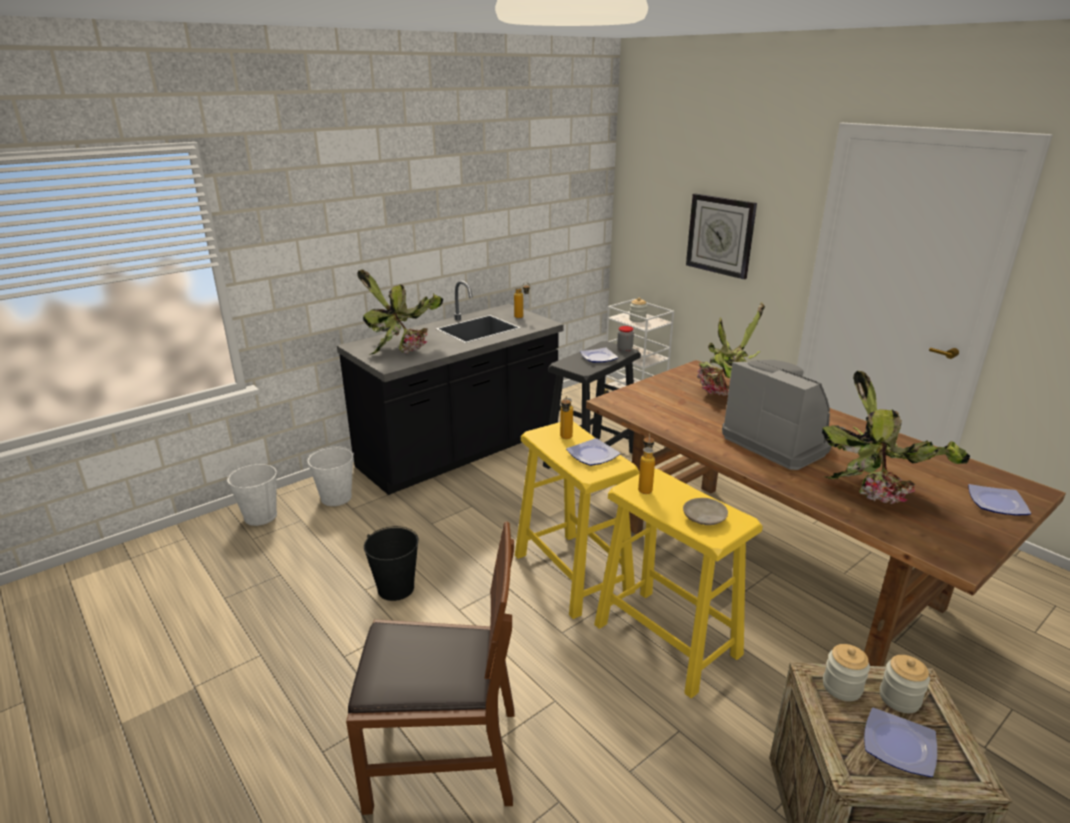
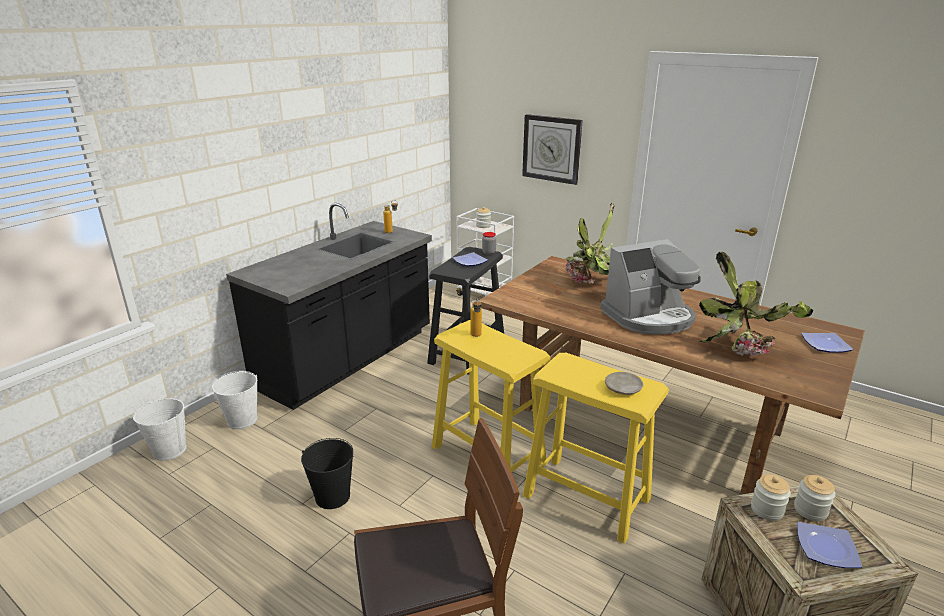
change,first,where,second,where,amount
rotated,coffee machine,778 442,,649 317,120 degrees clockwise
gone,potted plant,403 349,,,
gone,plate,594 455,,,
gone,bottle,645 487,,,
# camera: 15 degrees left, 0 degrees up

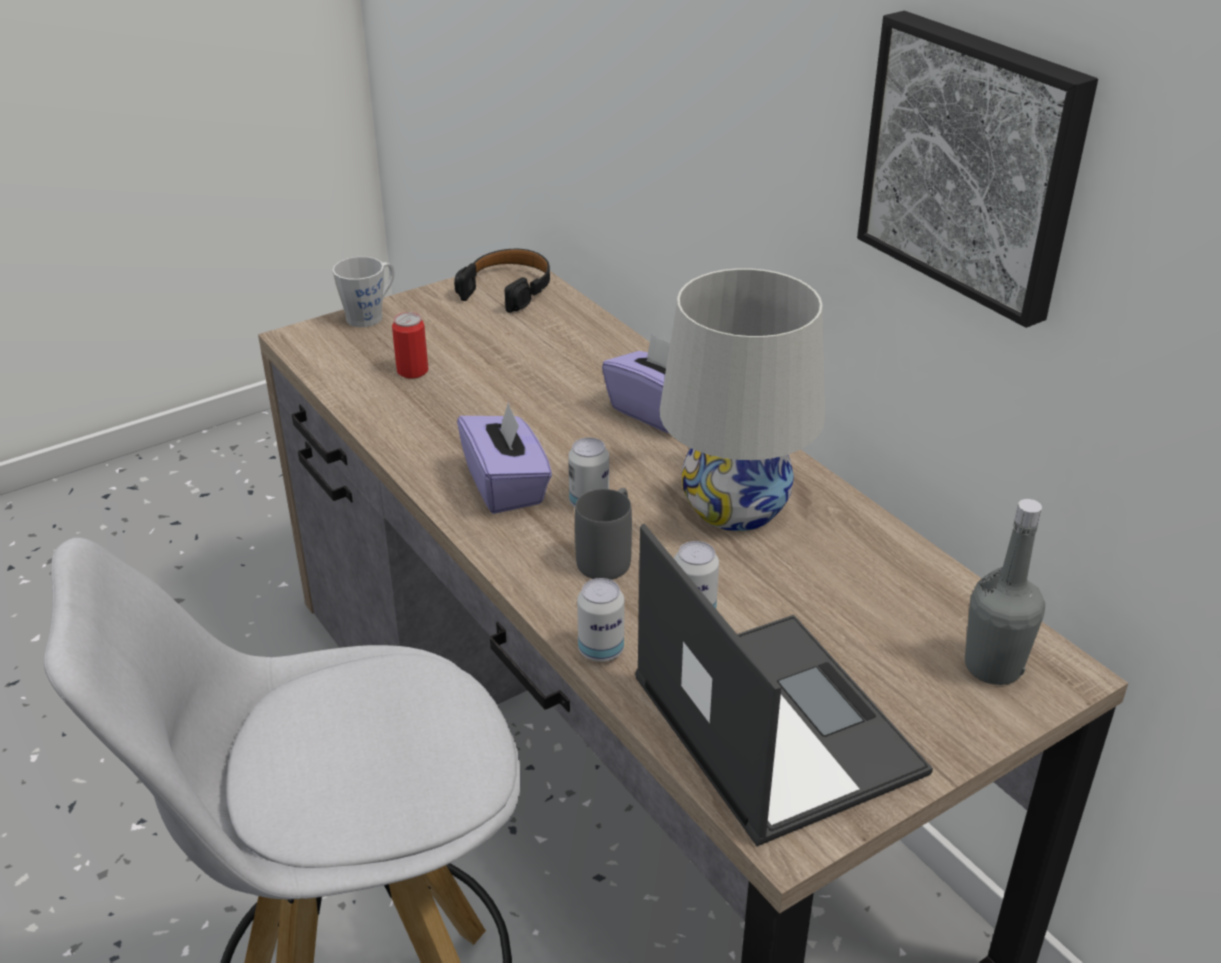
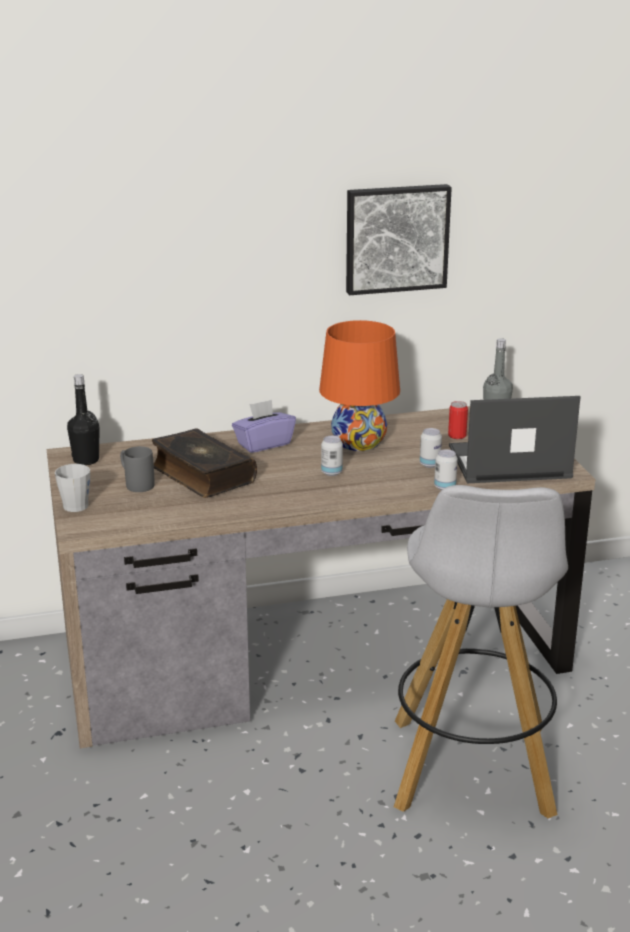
change,first,where,second,where,amount
swapped,black headphones,508 289,black bottle,86 460,
shifted,grey mug,609 555,,136 484,
new,,,book,201 475,
repainted,white table lamp,734 507,orange table lamp,358 442,
shifted,can,412 371,,457 435,
gone,purple tissue box,506 486,,,
# camera: 70 degrees left, 10 degrees down

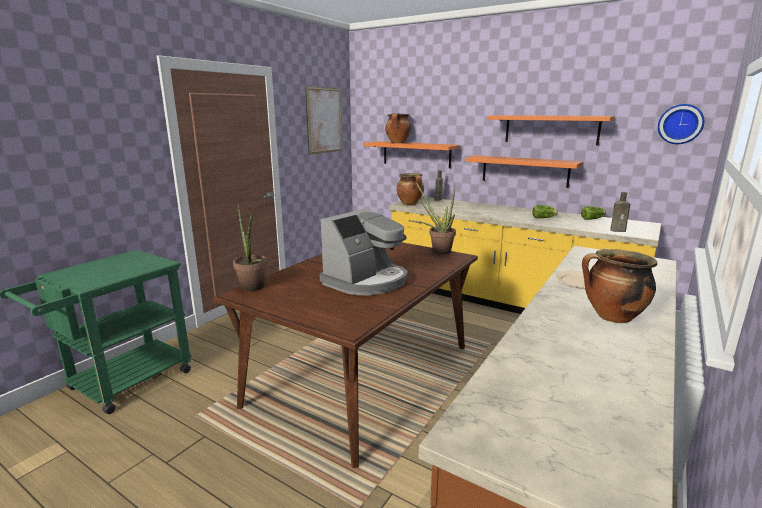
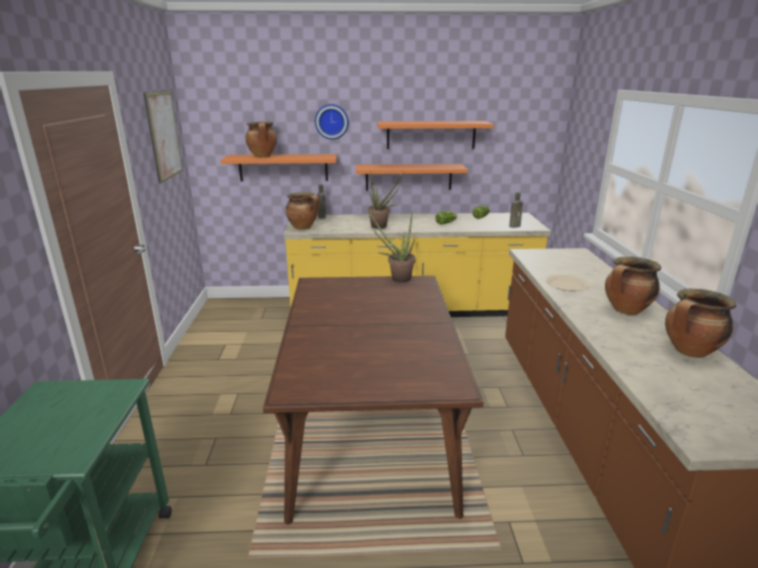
change,first,where,second,where,amount
shifted,wall clock,680 124,,331 121,
shifted,potted plant,253 288,,382 227,
new,,,cooking pot,690 352,
gone,coffee machine,366 281,,,
# camera: 35 degrees left, 5 degrees up

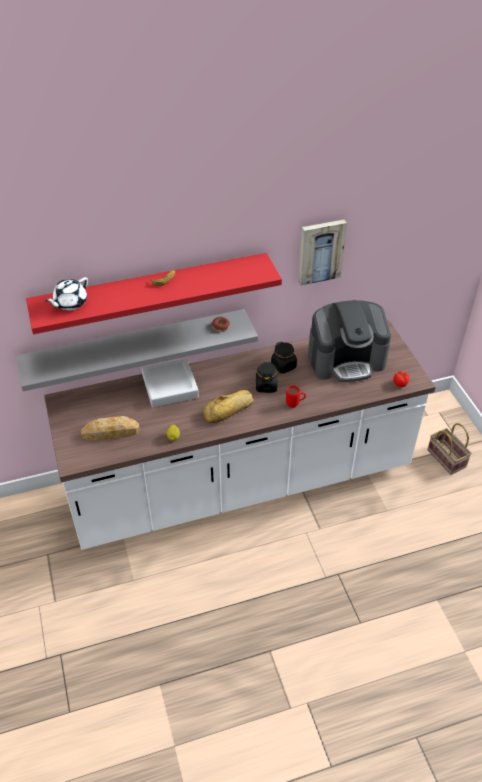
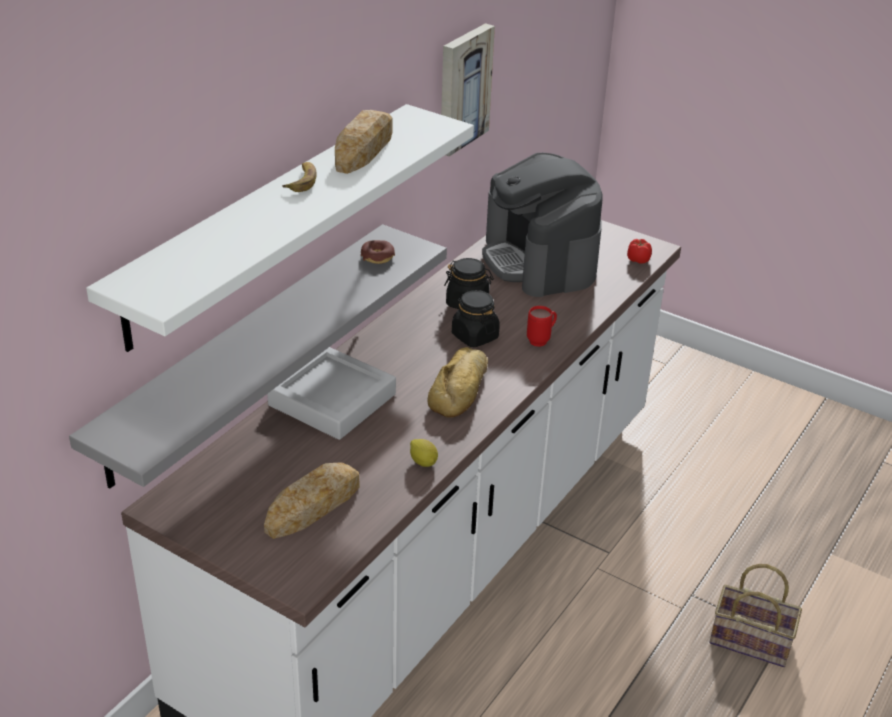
change,first,where,second,where,amount
repainted,red shelf,152 291,white shelf,270 220,
new,,,bread,363 149,
rotated,coffee machine,346 359,,539 261,120 degrees clockwise
shifted,basket,447 459,,752 641,
gone,white teapot,70 303,,,
# camera: 40 degrees left, 10 degrees down

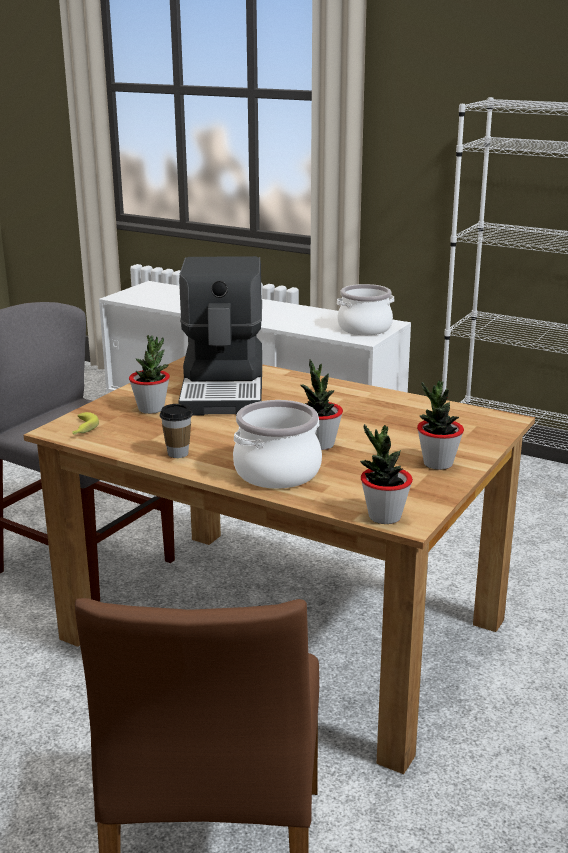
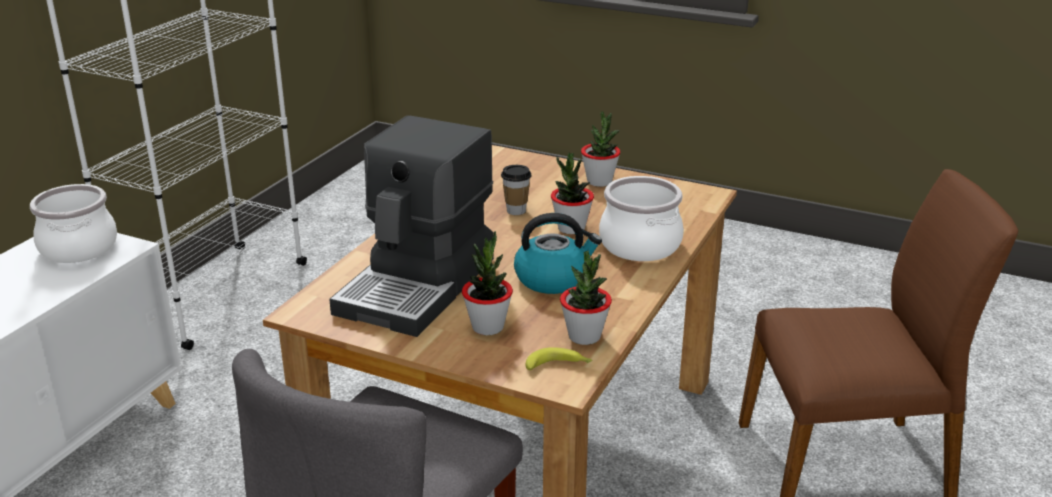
change,first,where,second,where,amount
rotated,coffee machine,225 389,,419 285,120 degrees clockwise
shifted,cup,178 453,,516 211,
new,,,kettle,553 278,
shifted,potted plant,384 517,,584 336,
# camera: 95 degrees left, 5 degrees up

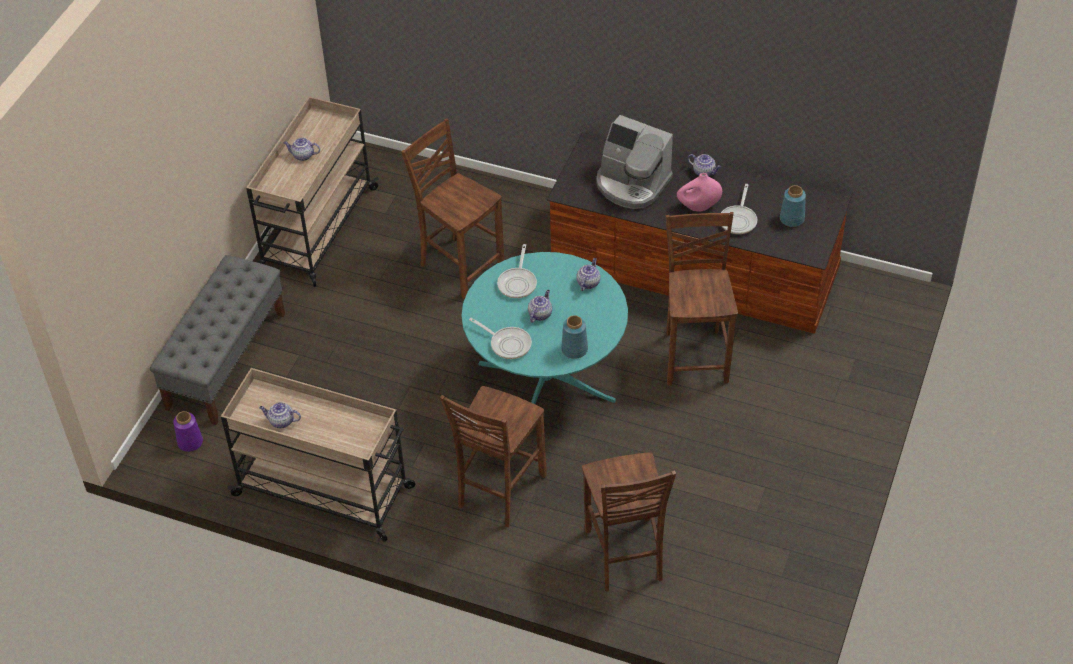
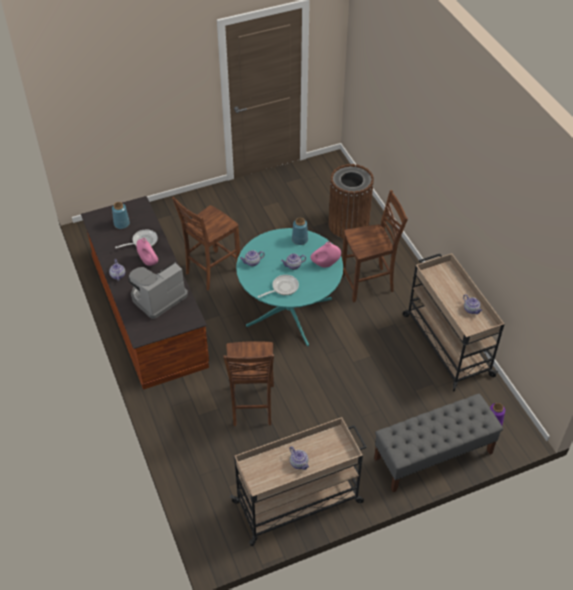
change,first,where,second,where,amount
rotated,coffee machine,632 184,,157 297,120 degrees counterclockwise
swapped,frying pan,508 344,pink vase,325 264,
swapped,brown chair,624 556,brown trash can,348 224,
# camera: 135 degrees left, 0 degrees up

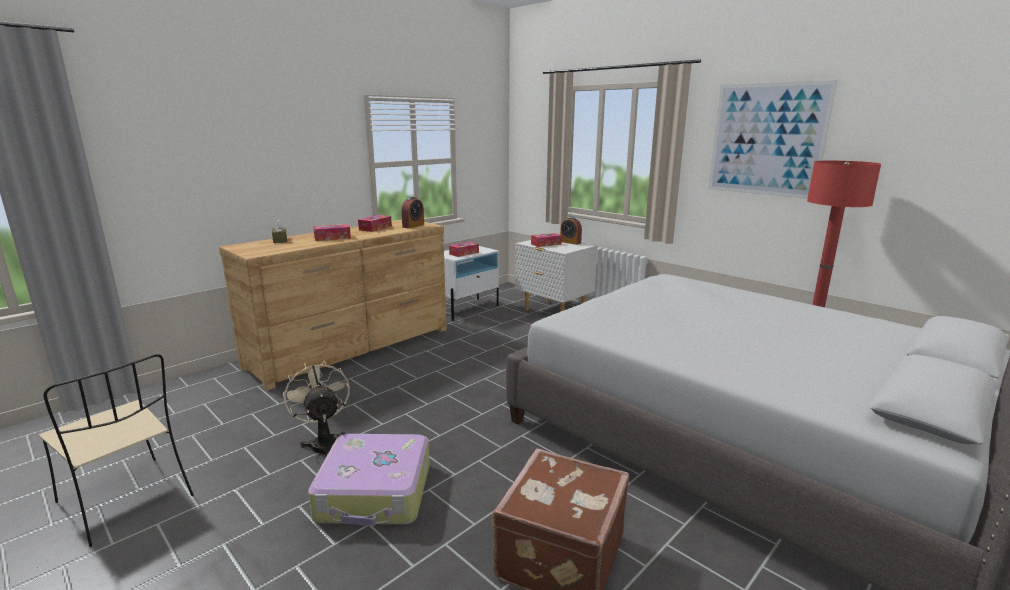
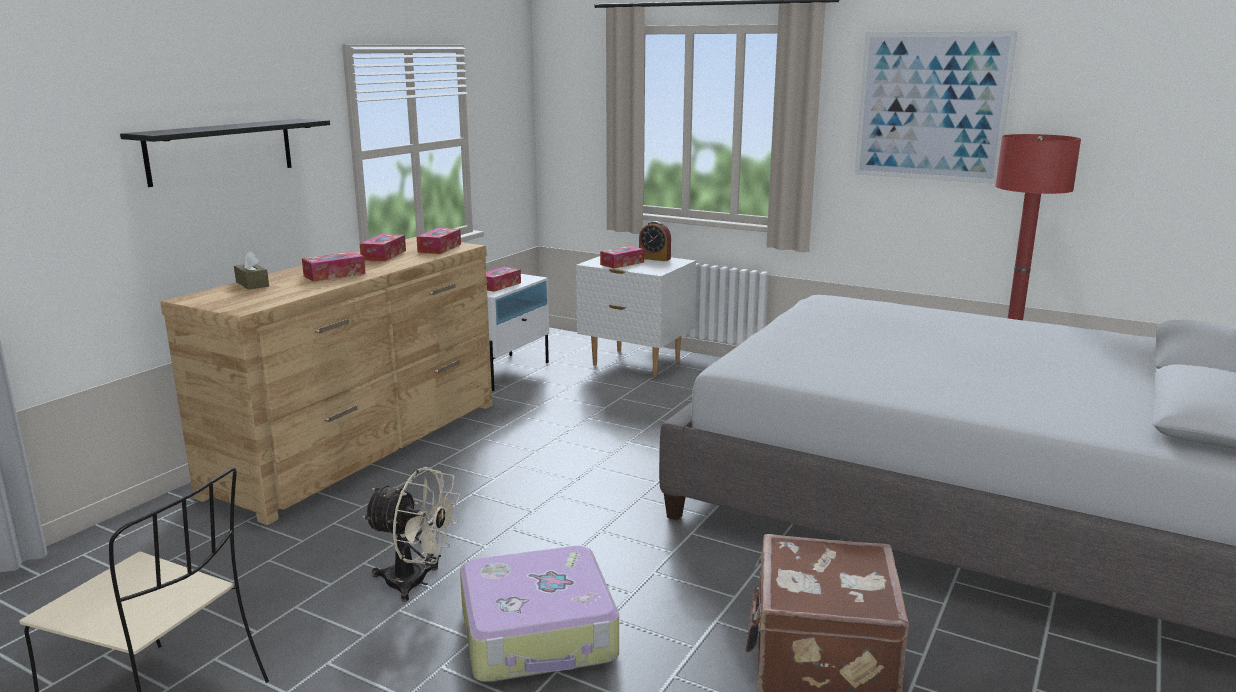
change,first,where,second,where,amount
new,,,black shelf,221 151,
rotated,beige fan,324 442,,416 583,150 degrees clockwise
swapped,alarm clock,413 226,tissue box,439 248,
# camera: 15 degrees left, 0 degrees up

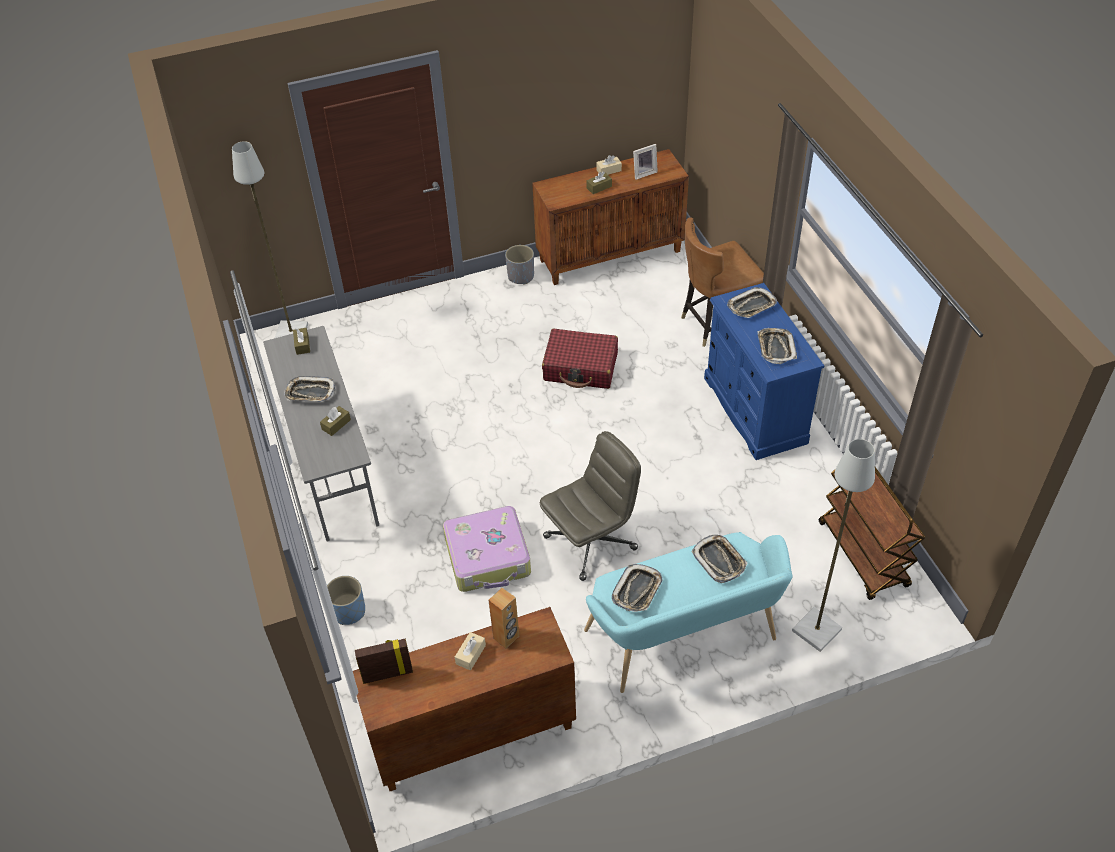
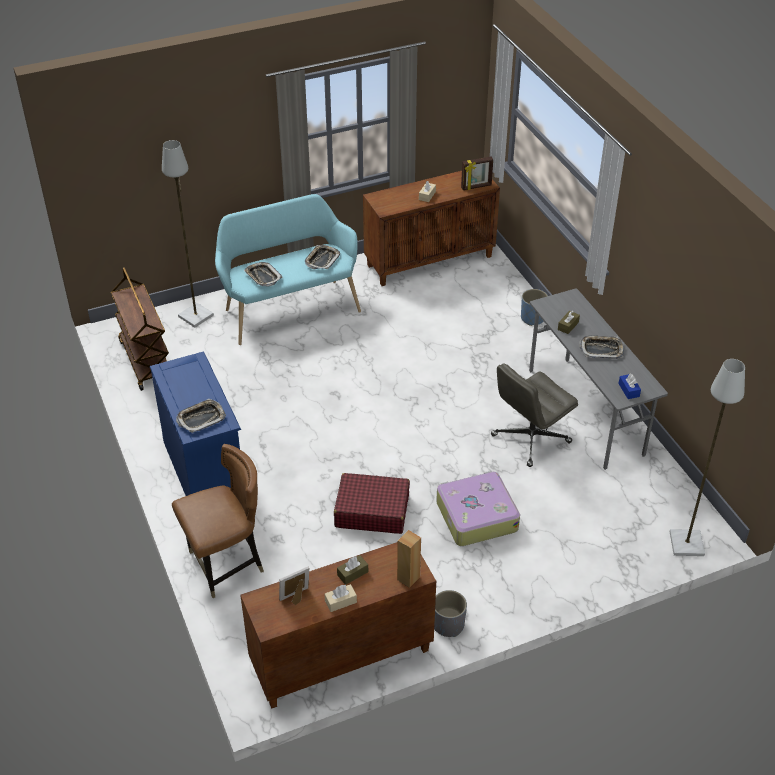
change,first,where,second,where,amount
shifted,brown speaker,506 637,,408 578,
shifted,suitcase,488 557,,475 516,
shifted,grey office chair,591 542,,530 439,
repainted,brown tissue box,302 345,blue tissue box,628 390,
gone,tray,776 348,,,
# camera: 175 degrees right, 5 degrees down

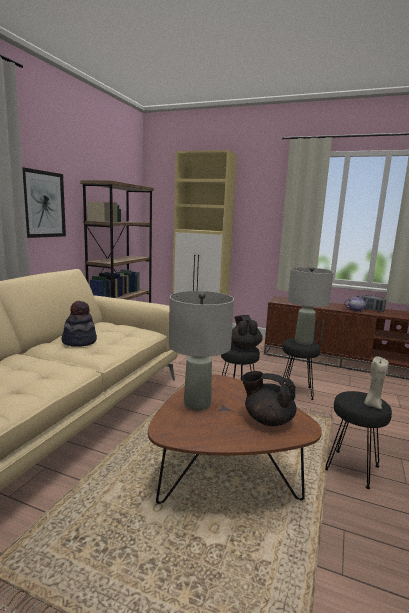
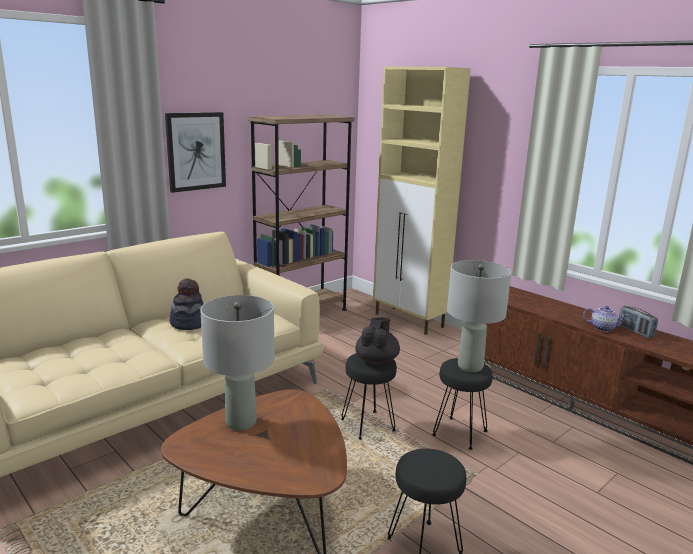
change,first,where,second,where,amount
gone,black teapot,267 420,,,
gone,beige candle,372 405,,,
# camera: 25 degrees right, 5 degrees up

